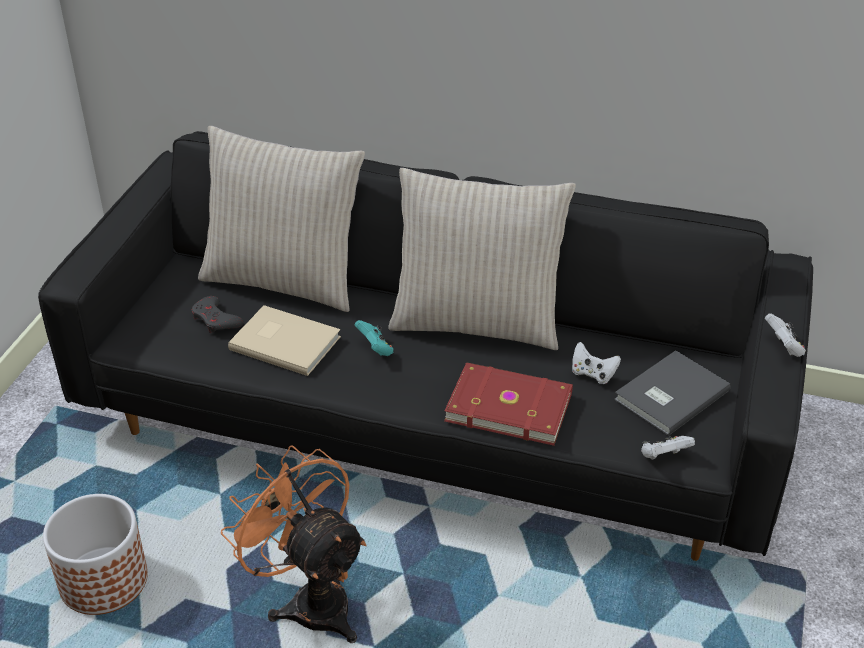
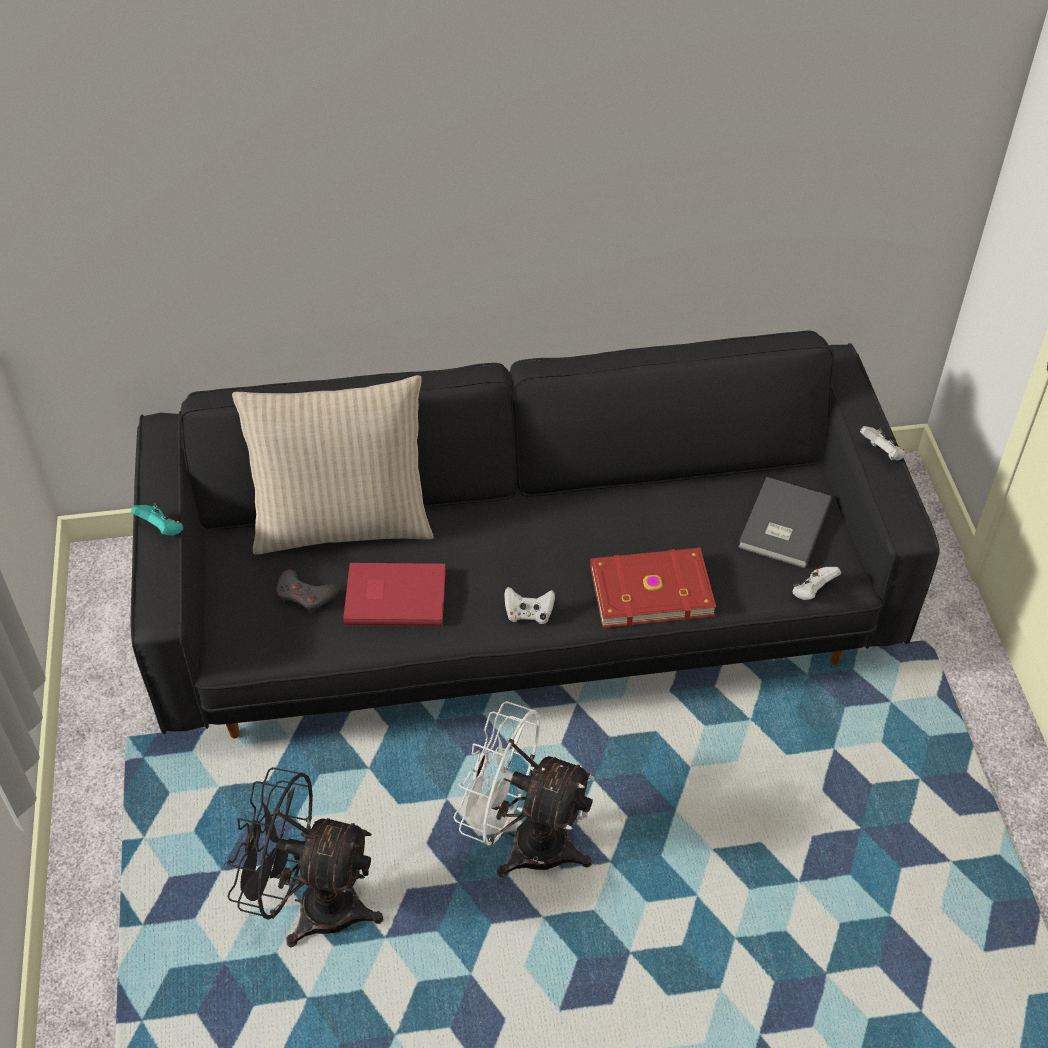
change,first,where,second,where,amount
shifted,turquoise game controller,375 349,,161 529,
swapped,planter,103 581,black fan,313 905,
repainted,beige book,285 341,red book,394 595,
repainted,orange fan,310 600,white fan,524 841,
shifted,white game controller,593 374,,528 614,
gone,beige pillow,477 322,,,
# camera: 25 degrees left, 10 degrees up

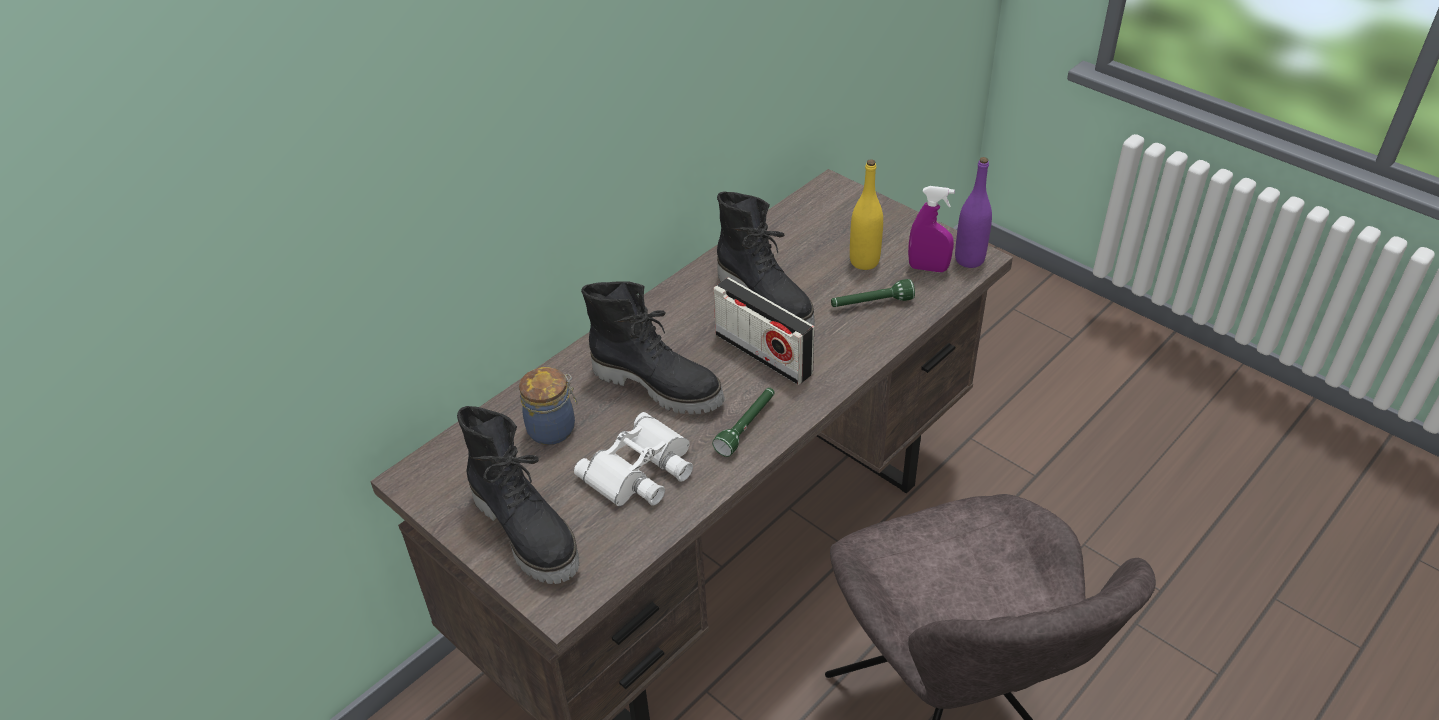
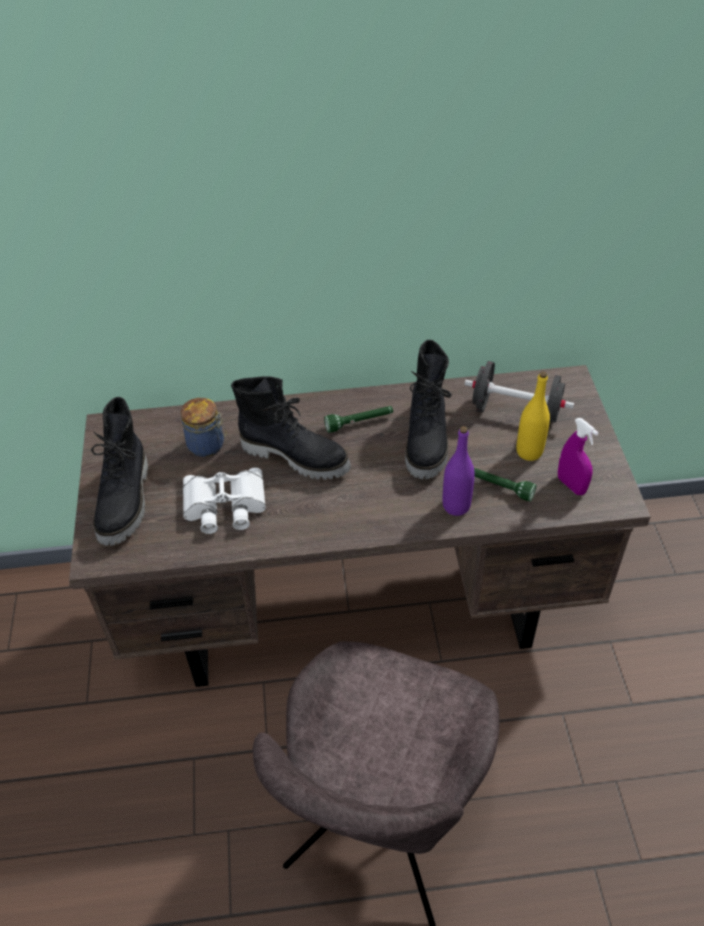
change,first,where,second,where,amount
rotated,black boot,659 384,,296 456,45 degrees counterclockwise
shifted,green flashlight,747 426,,359 423,
shifted,purple bottle,969 259,,456 506,
new,,,black dumbbell,515 412,
gone,radio,763 354,,,
# camera: 40 degrees right, 5 degrees up

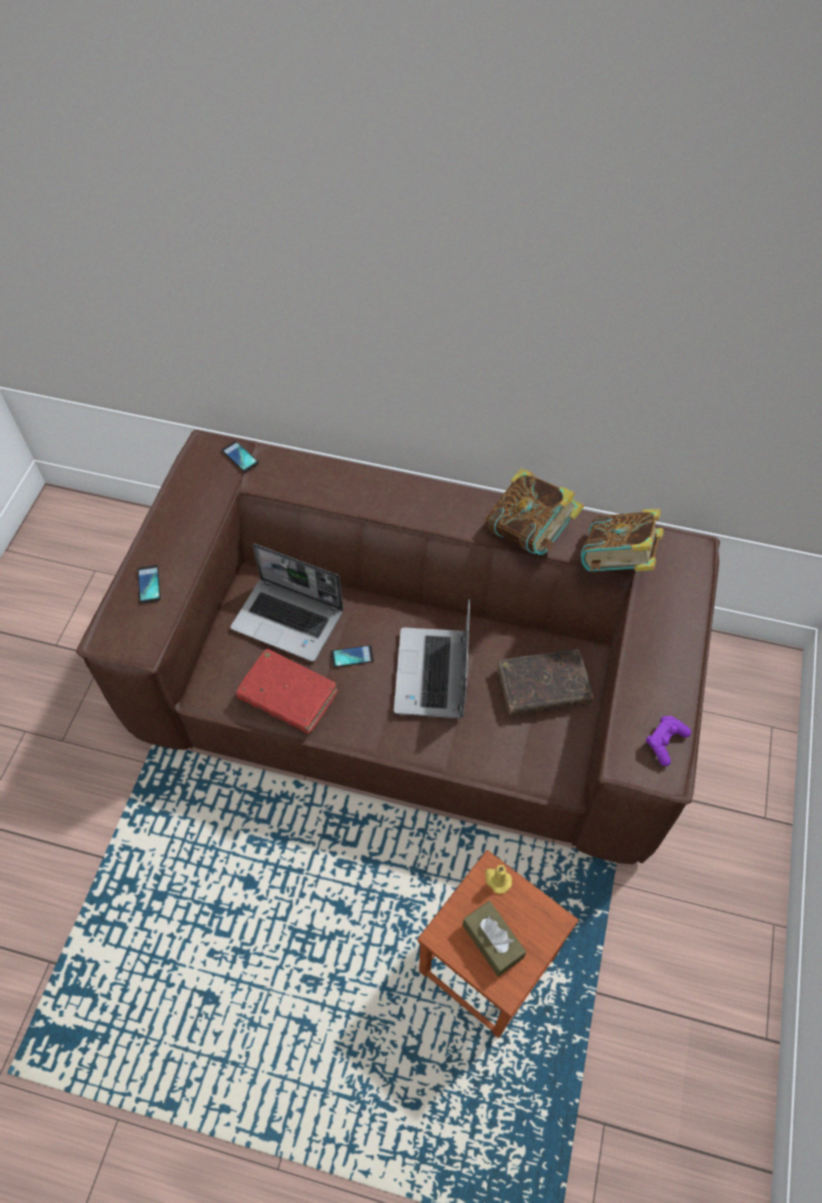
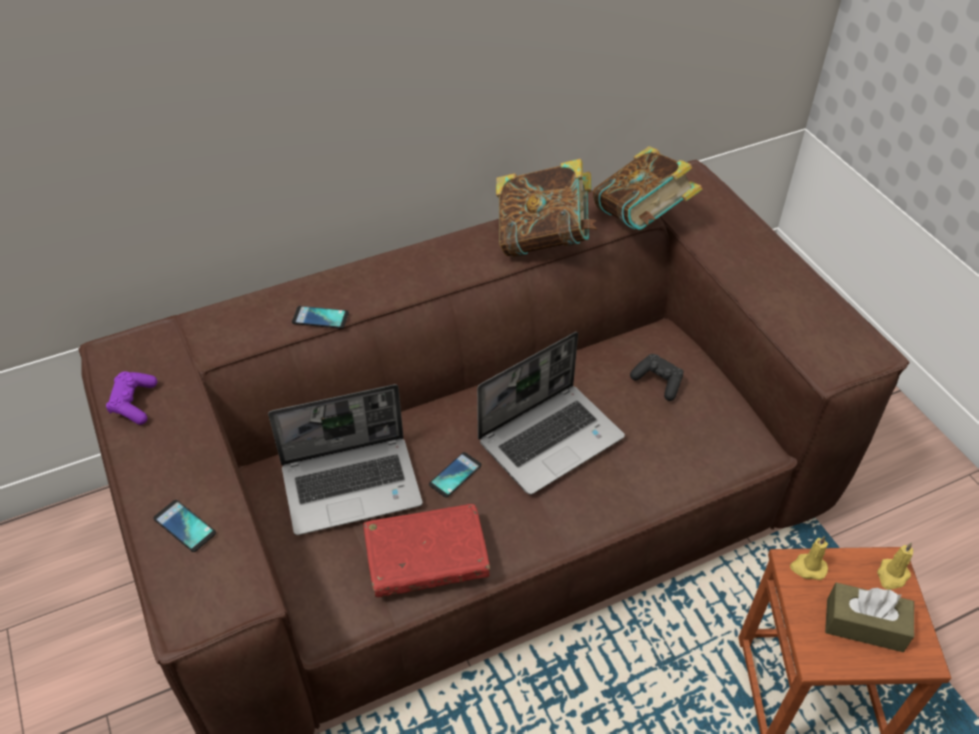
change,first,where,second,where,amount
shifted,purple game controller,665 742,,134 404,
shifted,phone,240 457,,320 318,
rotated,laptop,433 675,,551 438,90 degrees counterclockwise
swapped,brown book,543 687,black game controller,658 382,
new,,,yellow candle,892 575,
# camera: 40 degrees left, 10 degrees down

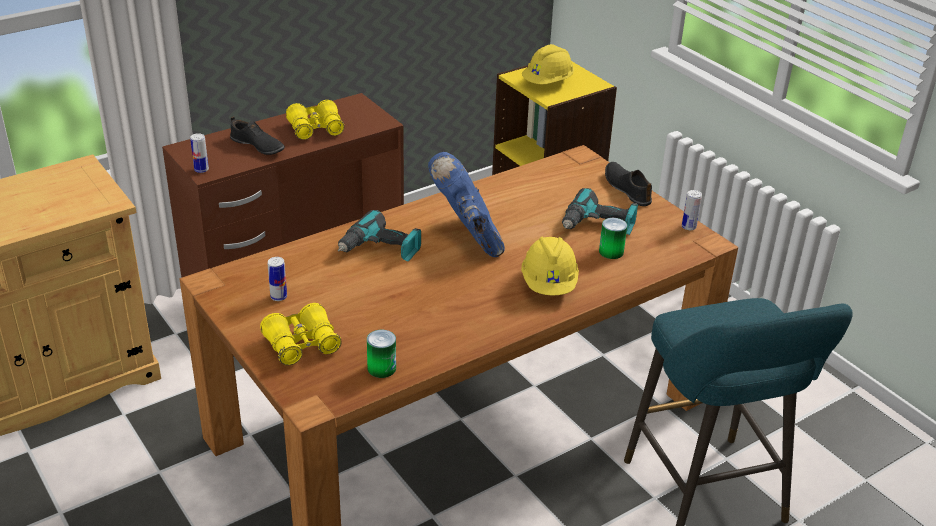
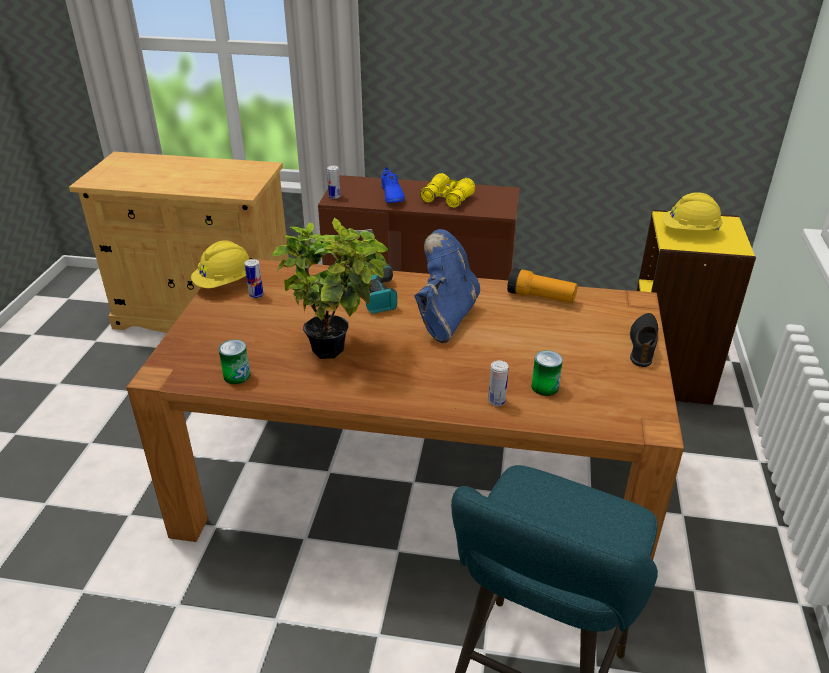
change,first,where,second,where,amount
shifted,yellow hard hat,549 284,,225 283,
new,,,potted plant,337 348,
repainted,black shoe,257 146,blue shoe,391 195,
shifted,can,688 227,,496 401,
new,,,flashlight,540 297,
gone,yellow binoculars,302 344,,,
gone,power drill,598 225,,,
# camera: 45 degrees right, 0 degrees up

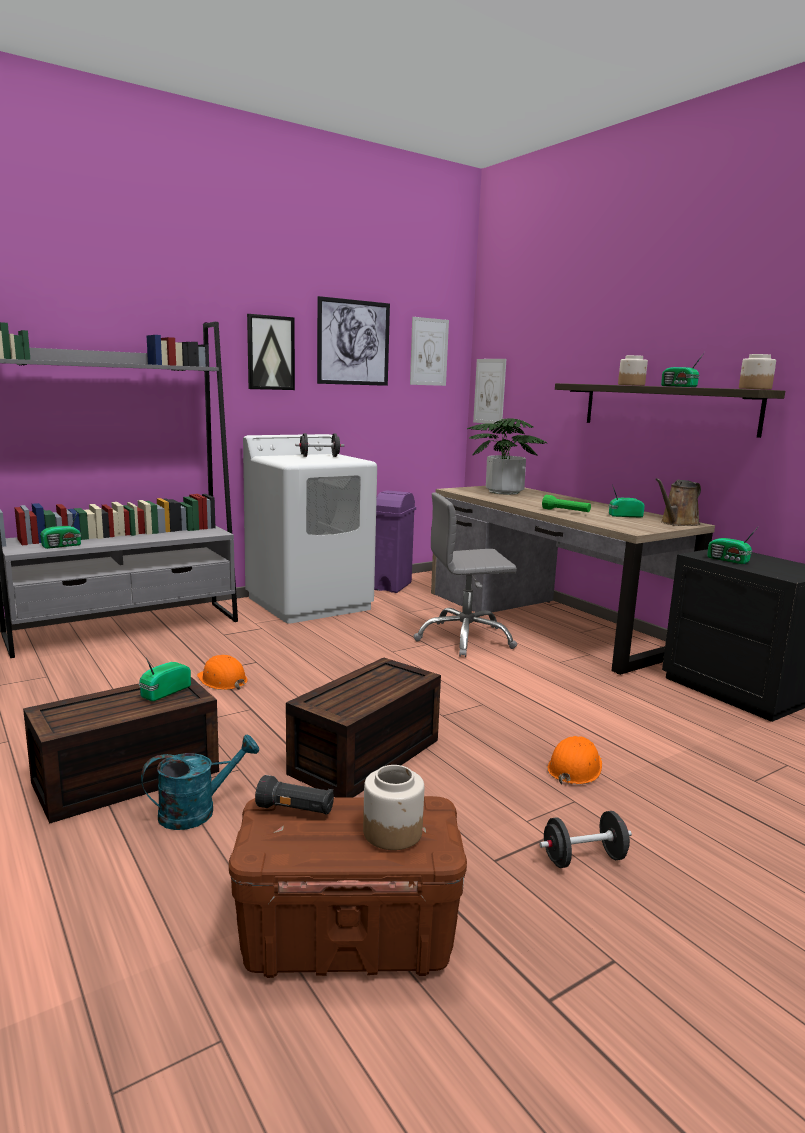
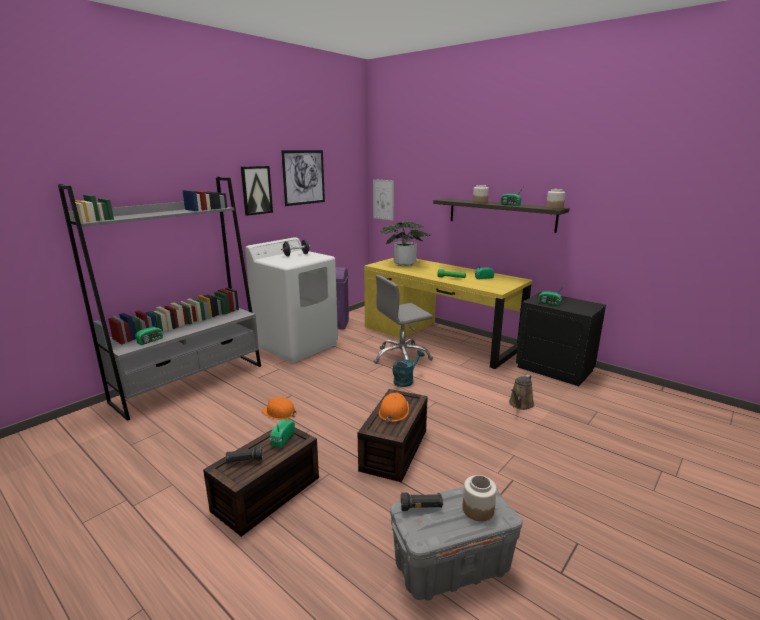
change,first,where,second,where,amount
new,,,black flashlight,244 461,
repainted,brown desk,549 621,yellow desk,440 337,
shifted,orange hard hat,574 768,,394 411,
repainted,brown storage box,346 940,grey storage box,451 566,
shifted,turquoise watering can,197 811,,406 380,
shifted,brown watering can,677 523,,520 404,
gone,picture,429 352,,,
gone,black dumbbell,583 859,,,
# camera: 15 degrees left, 5 degrees up

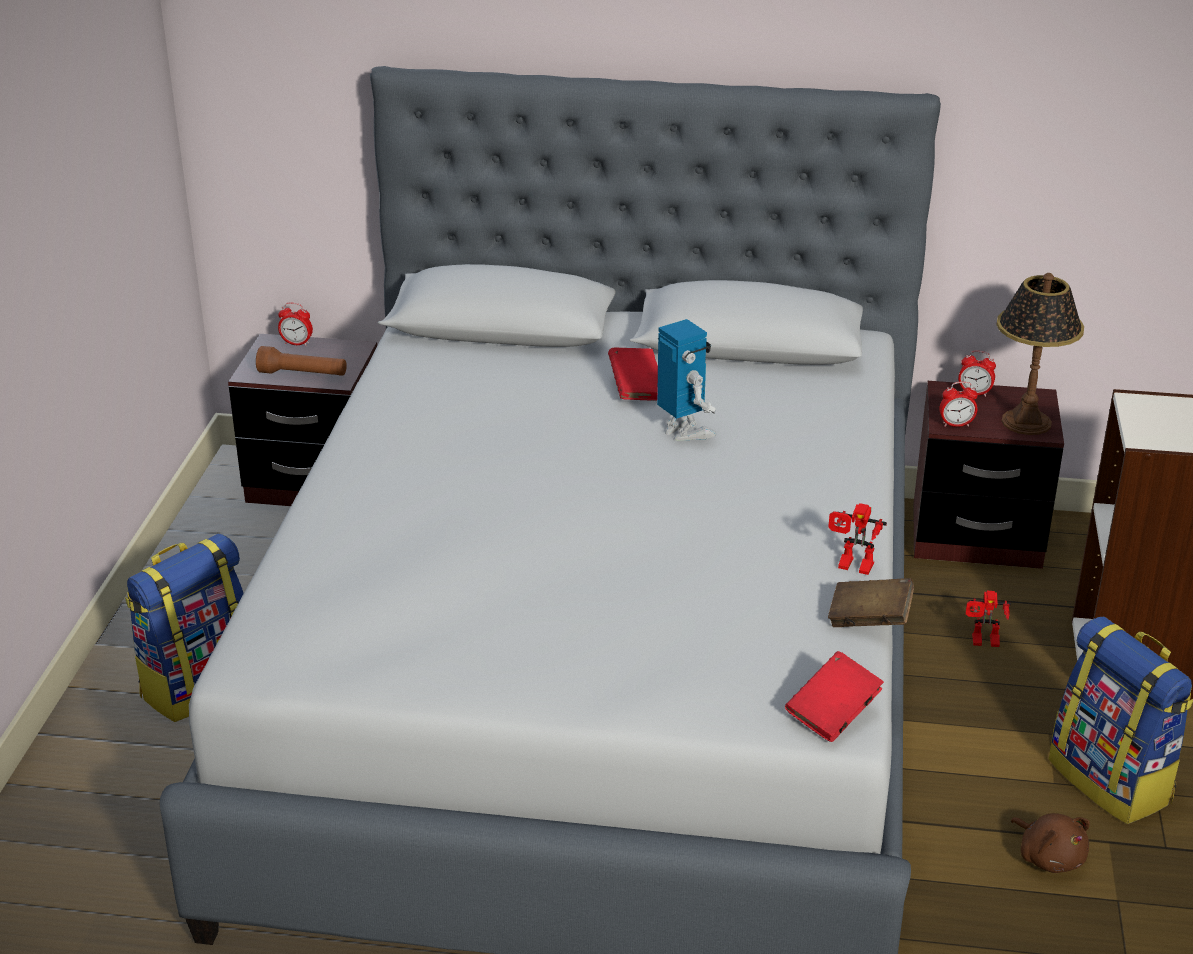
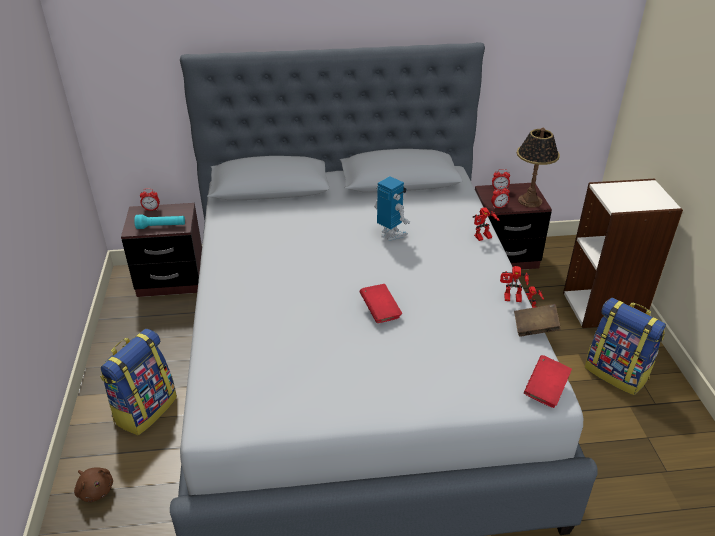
change,first,where,second,where,amount
shifted,brown plush toy,1049 857,,95 490,
repainted,brown flashlight,303 374,turquoise flashlight,161 227,
shifted,red book,636 389,,380 311,
new,,,toy robot,483 238,
# camera: 15 degrees left, 5 degrees up

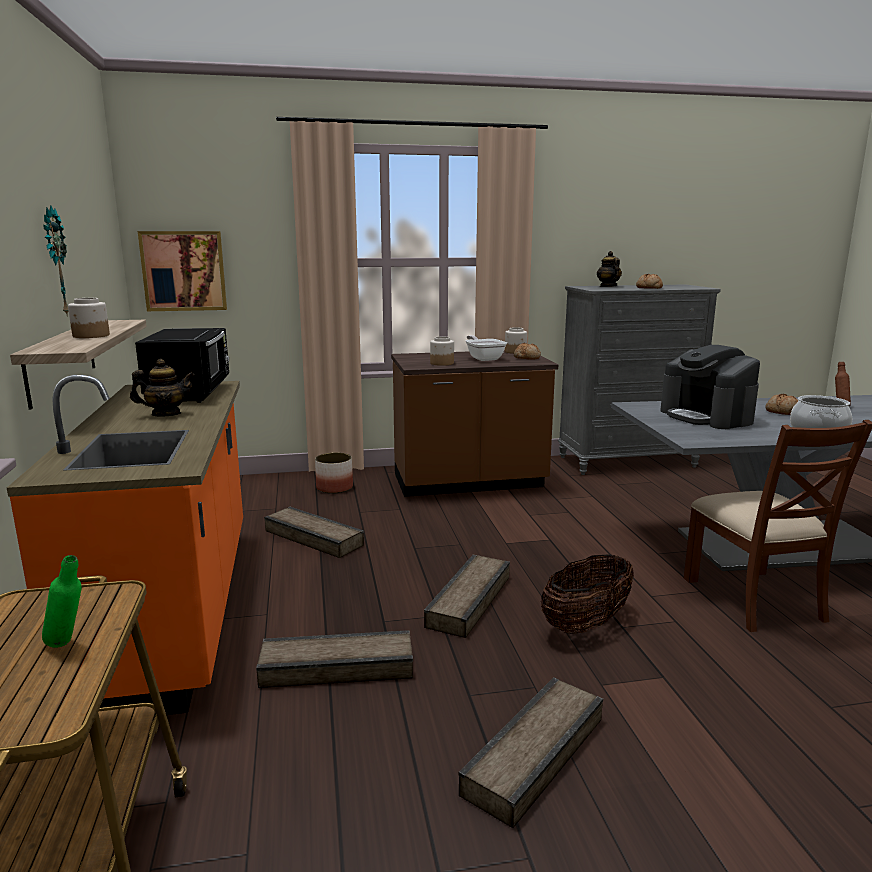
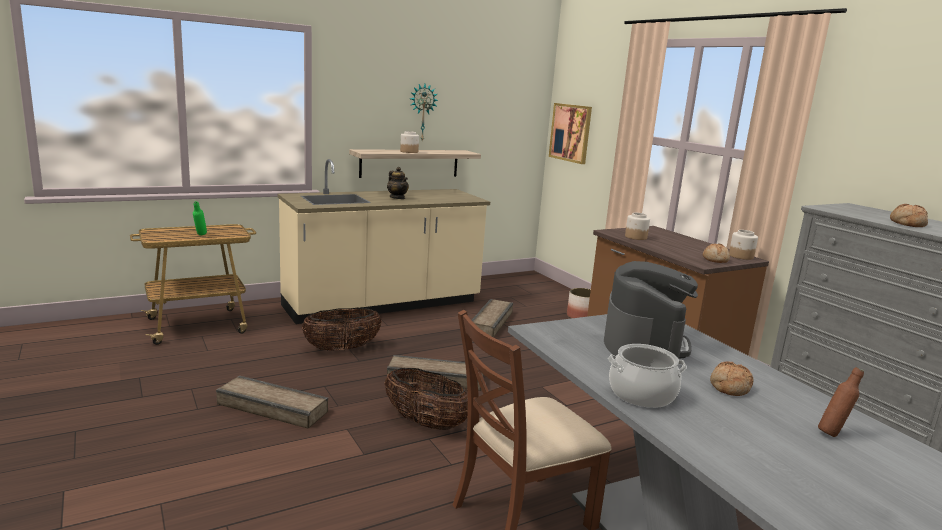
change,first,where,second,where,amount
repainted,orange counter,176 608,beige counter,383 305,
swapped,crate,336 666,basket,342 348,
rotated,coffee machine,706 417,,644 343,150 degrees clockwise
gone,black microwave,191 393,,,
gone,frying pan,484 358,,,
gone,teapot,608 286,,,
# camera: 70 degrees right, 0 degrees up

